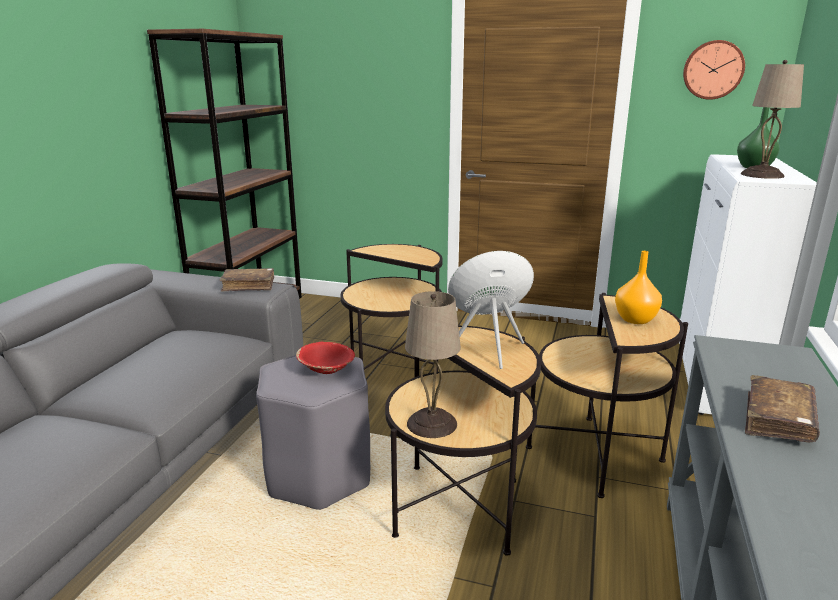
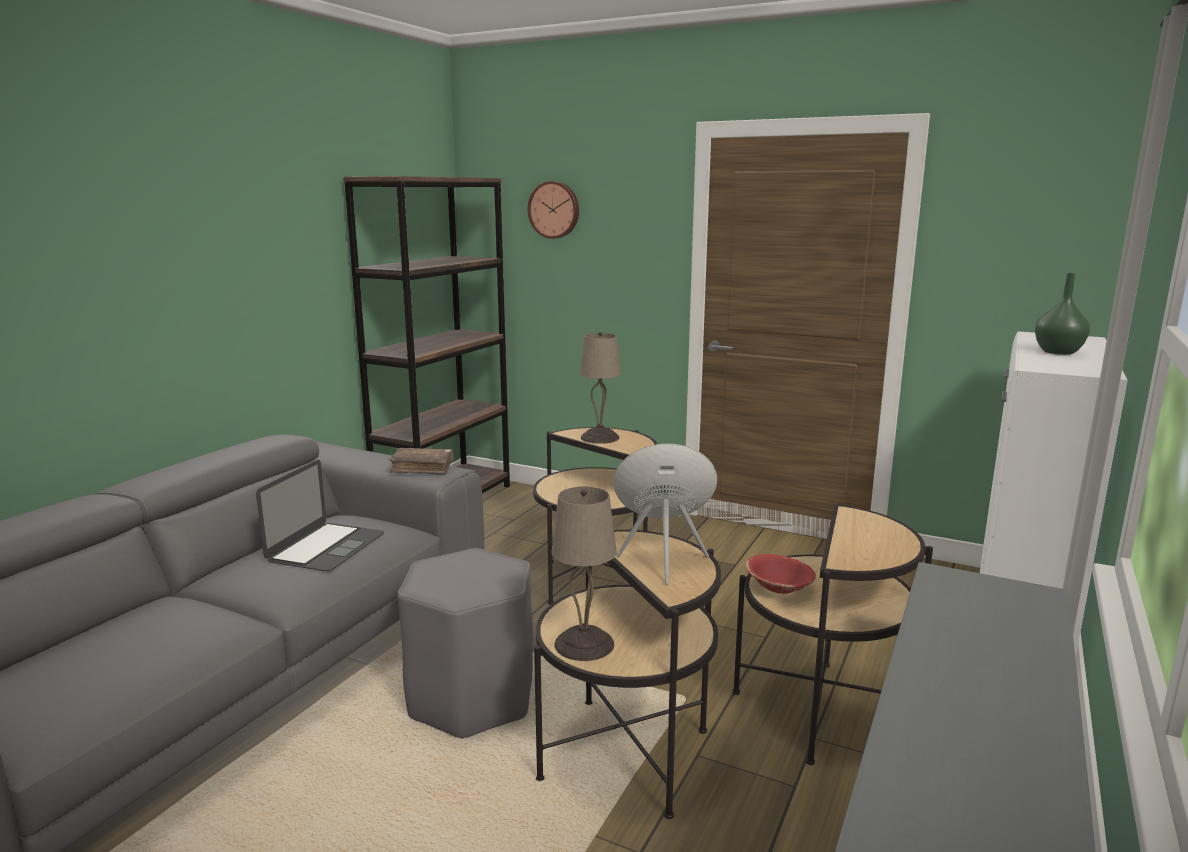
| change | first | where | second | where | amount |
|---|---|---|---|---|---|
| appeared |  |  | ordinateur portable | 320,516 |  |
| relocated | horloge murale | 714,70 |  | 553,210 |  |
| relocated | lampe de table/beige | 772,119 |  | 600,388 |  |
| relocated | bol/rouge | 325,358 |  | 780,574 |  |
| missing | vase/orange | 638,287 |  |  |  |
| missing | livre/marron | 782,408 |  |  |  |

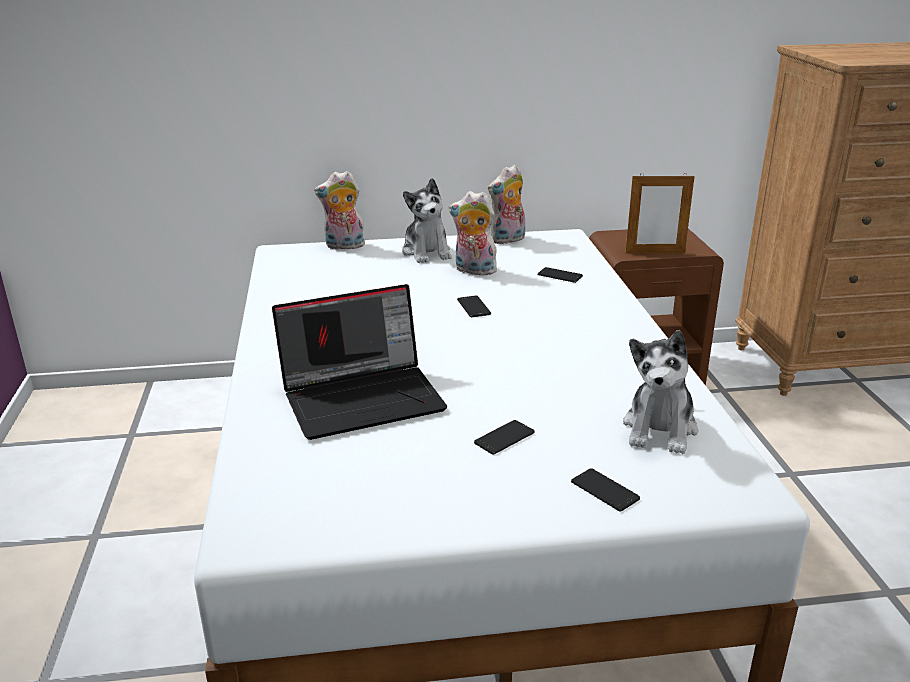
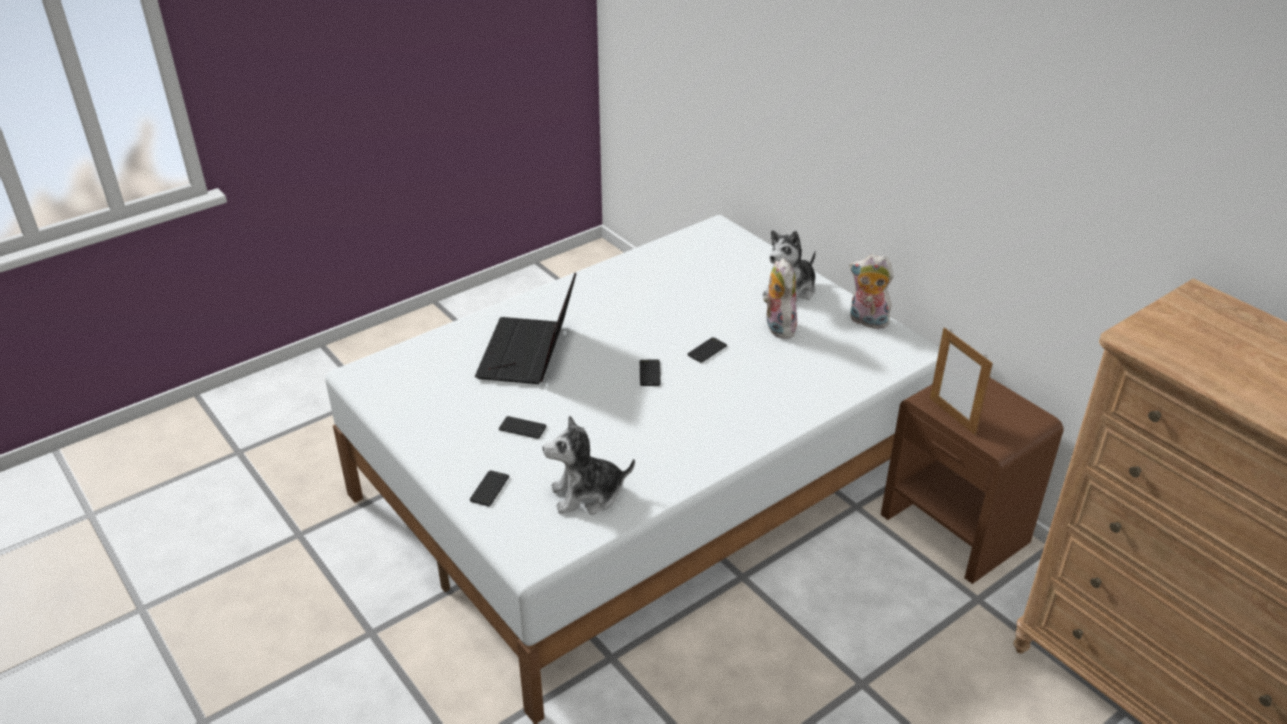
| change | first | where | second | where | amount |
|---|---|---|---|---|---|
| spun | ordinateur portable | 359,362 |  | 526,328 | 60 degrees clockwise |
| relocated | téléphone | 560,275 |  | 650,373 |  |
| missing | peluche | 339,210 |  |  |  |

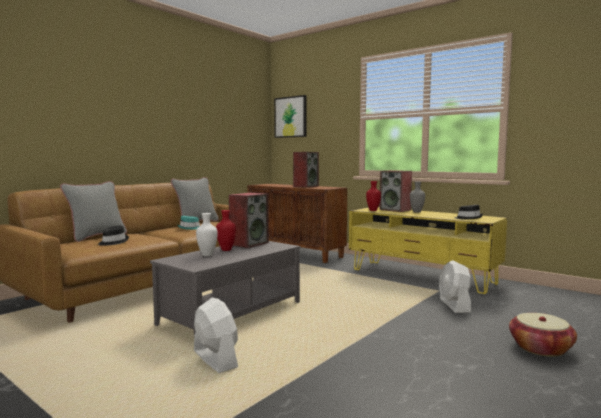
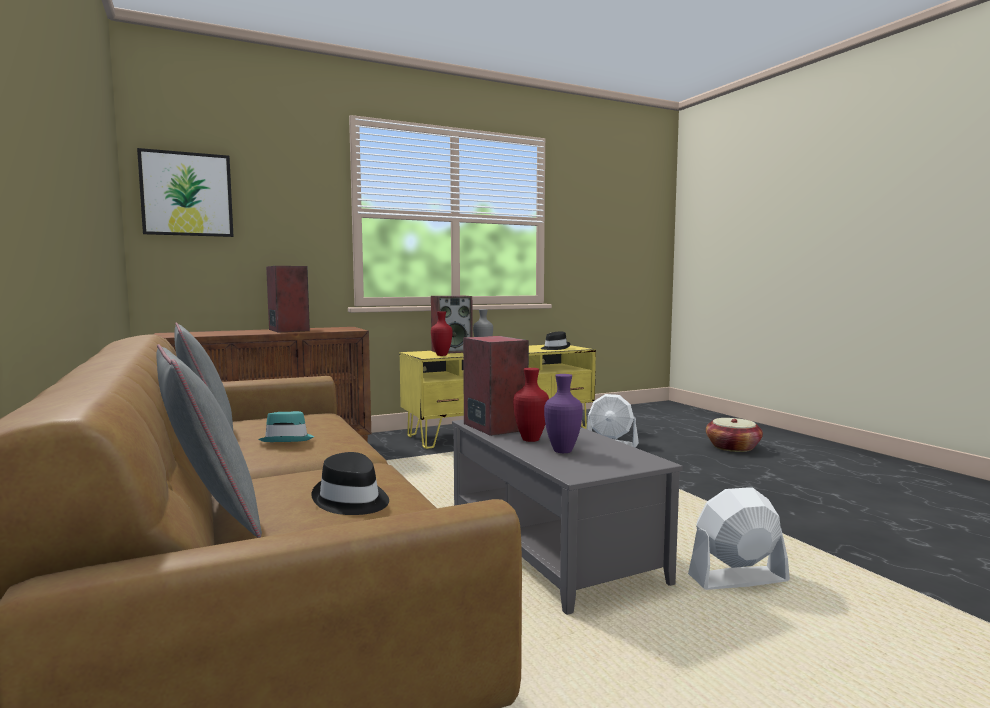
| change | first | where | second | where | amount |
|---|---|---|---|---|---|
| colour | vase/blanc | 207,234 | vase/violet | 563,413 |  |

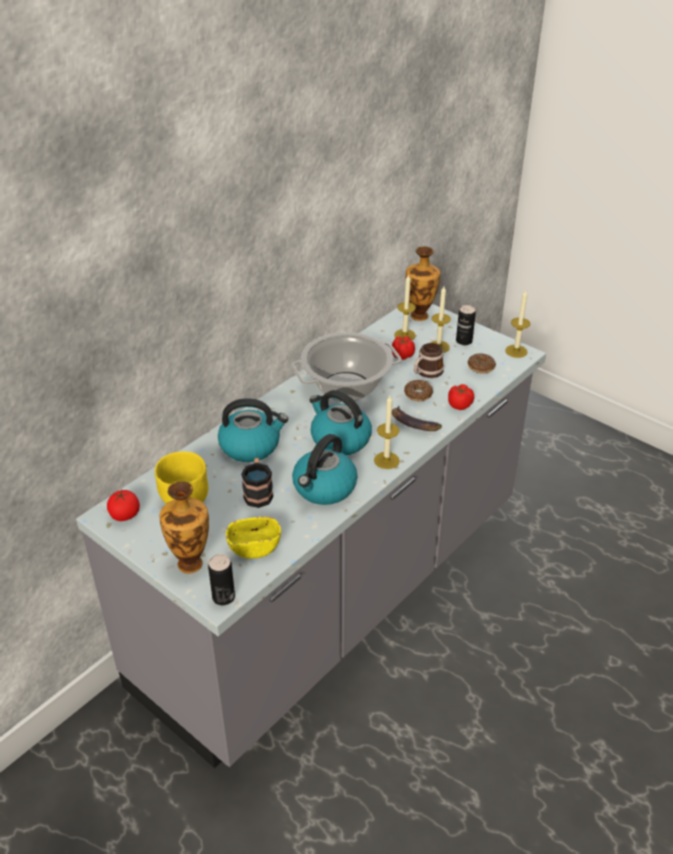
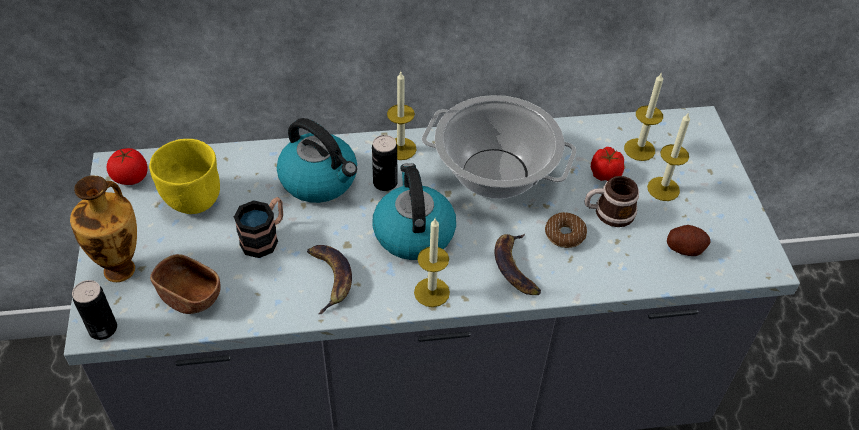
| change | first | where | second | where | amount |
|---|---|---|---|---|---|
| colour | bol/jaune | 253,537 | bol/marron | 185,284 |  |
| exchanged | bouilloire | 325,469 | banane | 329,279 |  |
| relocated | boîte métallique | 466,325 |  | 384,163 |  |
| relocated | bougie | 517,324 |  | 402,116 |  |
| exchanged | beignet | 482,363 | pomme de terre | 689,240 |  |
| missing | vase | 423,283 |  |  |  |
| missing | tomate | 461,397 |  |  |  |

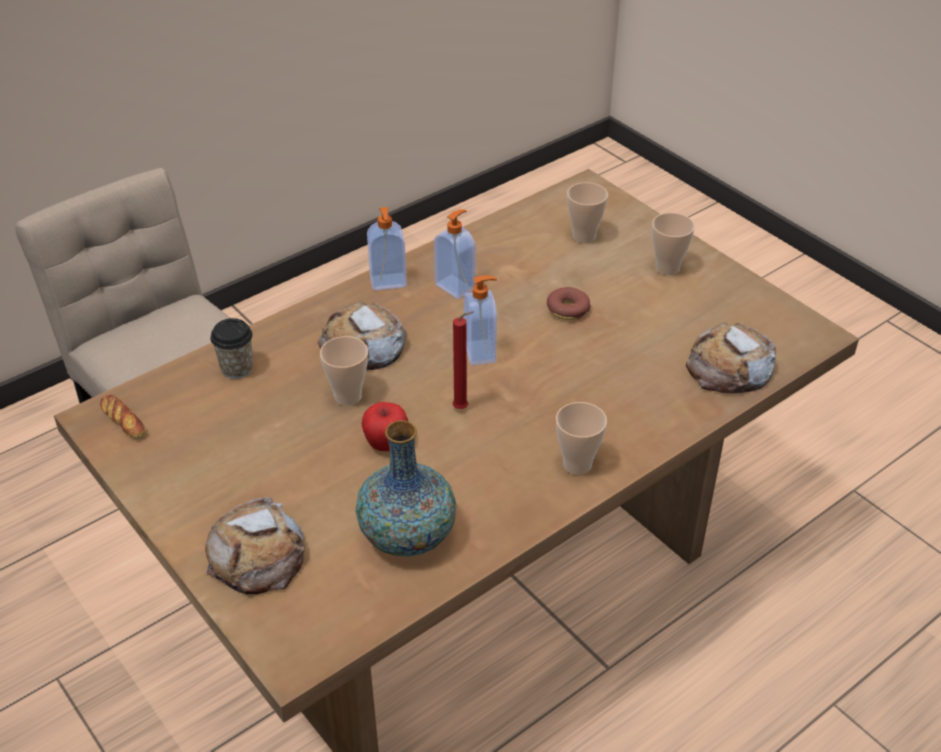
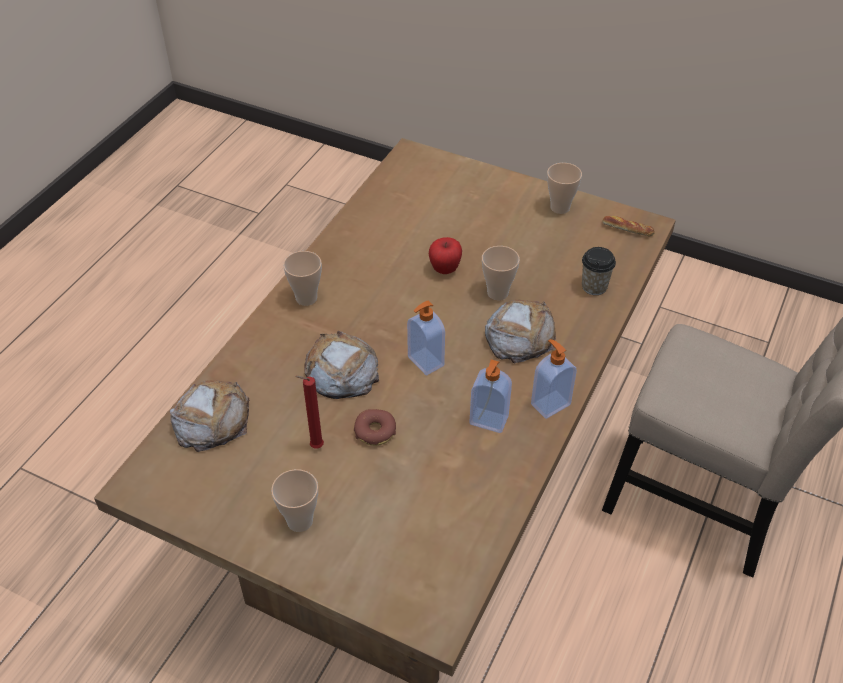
| change | first | where | second | where | amount |
|---|---|---|---|---|---|
| relocated | bougie/rouge | 463,360 |  | 309,412 |  |
| relocated | pain | 255,545 |  | 341,365 |  |
| relocated | tasse | 587,212 |  | 564,188 |  |
| missing | vase | 406,488 |  |  |  |

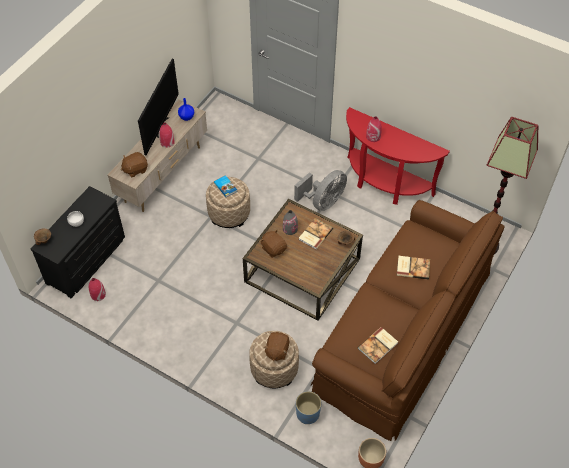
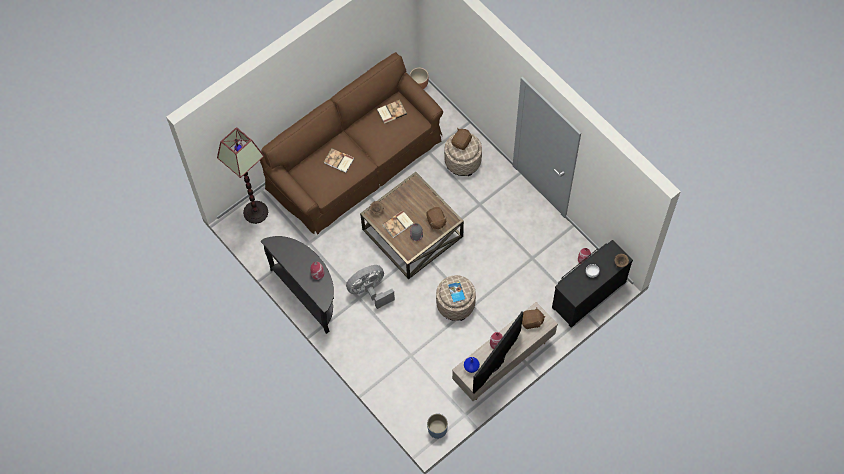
| change | first | where | second | where | amount |
|---|---|---|---|---|---|
| colour | table console/rouge | 398,156 | table console/noir | 297,285 |  |
| relocated | cache-pot/bleu | 308,407 |  | 437,426 |  |

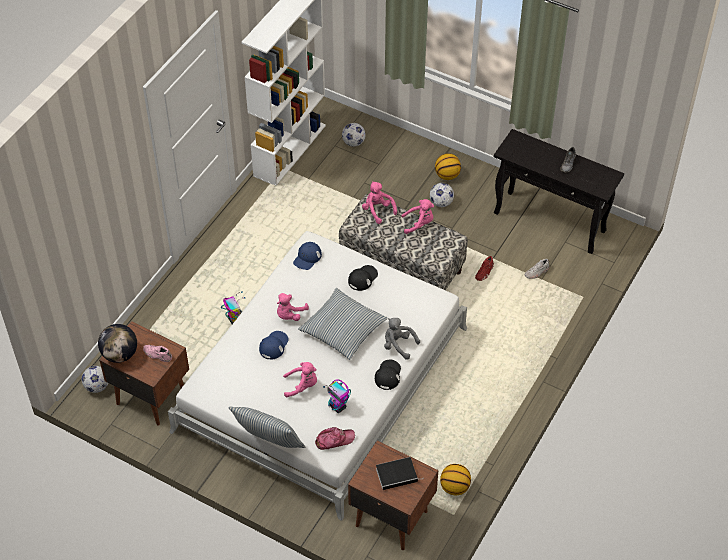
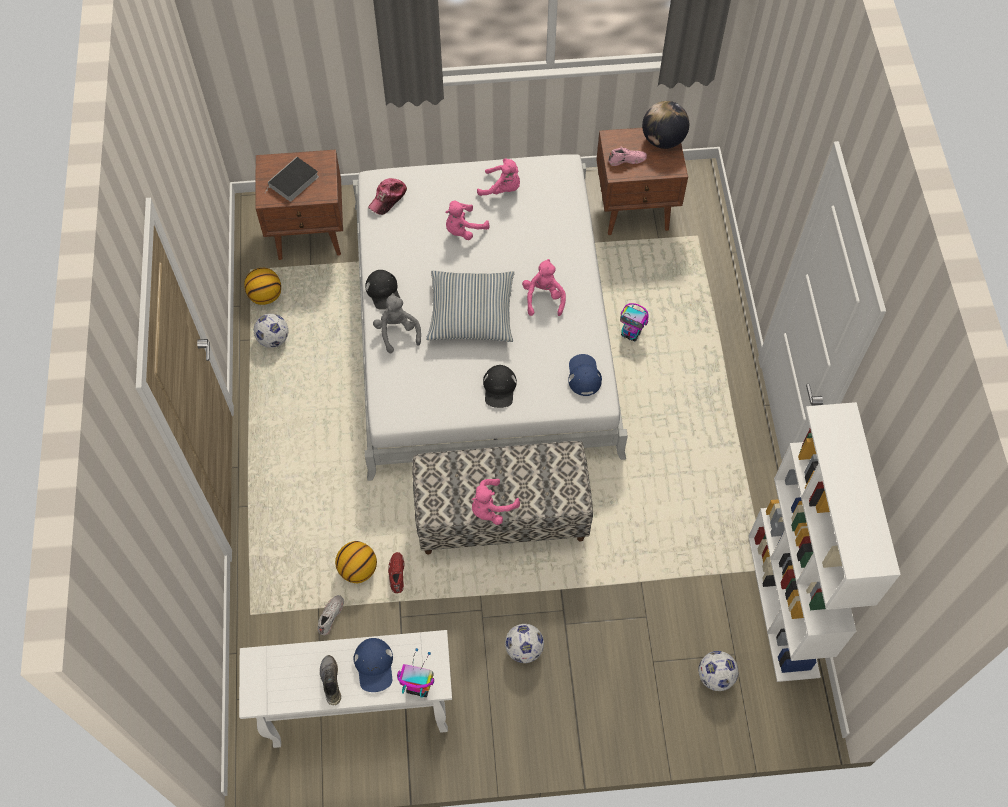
| change | first | where | second | where | amount |
|---|---|---|---|---|---|
| colour | table console/noir | 559,191 | table console/blanc | 345,689 |  |
| relocated | ballon de foot | 95,379 |  | 271,331 |  |
| relocated | ballon de basket | 448,166 |  | 356,562 |  |
| relocated | casquette/bleu | 274,345 |  | 373,665 |  |
| spun | peluche/gris | 402,339 |  | 397,323 | 105 degrees counterclockwise |
| relocated | robot jouet | 337,396 |  | 415,673 |  |
| relocated | peluche/rose | 379,202 |  | 498,177 |  |
| missing | coussin | 266,427 |  |  |  |

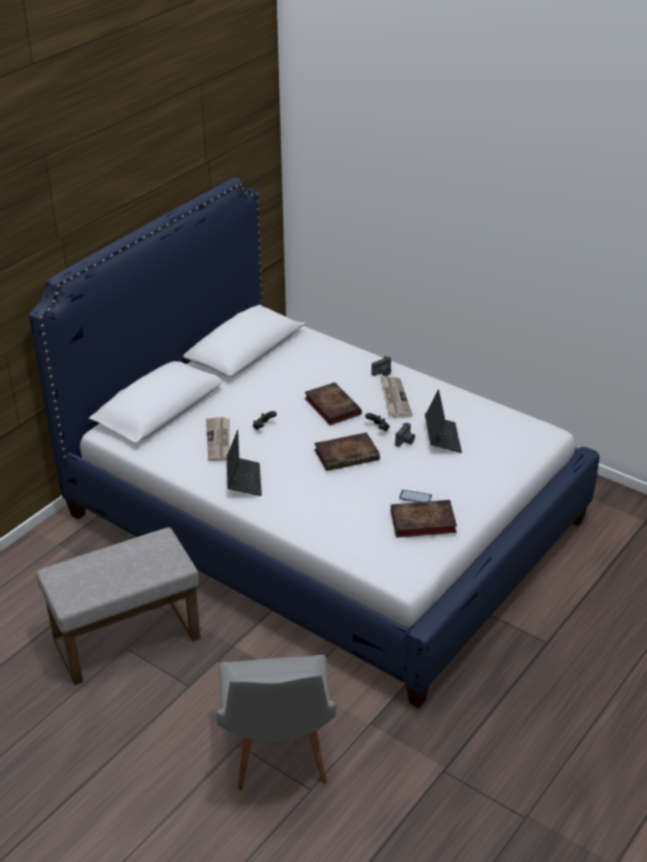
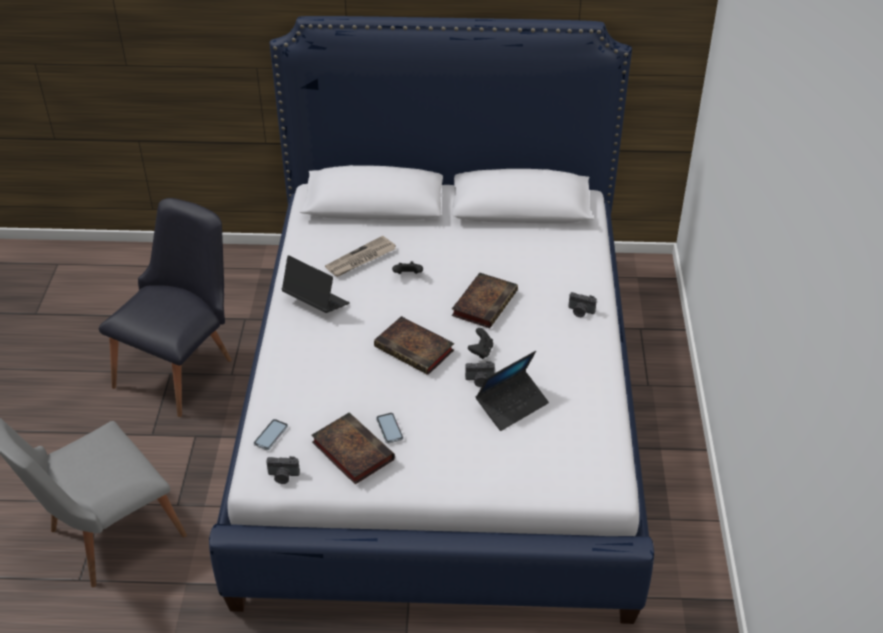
| change | first | where | second | where | amount |
|---|---|---|---|---|---|
| exchanged | pouf/gris | 119,606 | chaise/noir | 165,307 |  |
| appeared |  |  | téléphone | 271,434 |  |
| appeared |  |  | appareil photo | 283,470 |  |
| spun | ordinateur portable | 244,463 |  | 315,284 | 105 degrees counterclockwise |
| missing | journal | 397,397 |  |  |  |

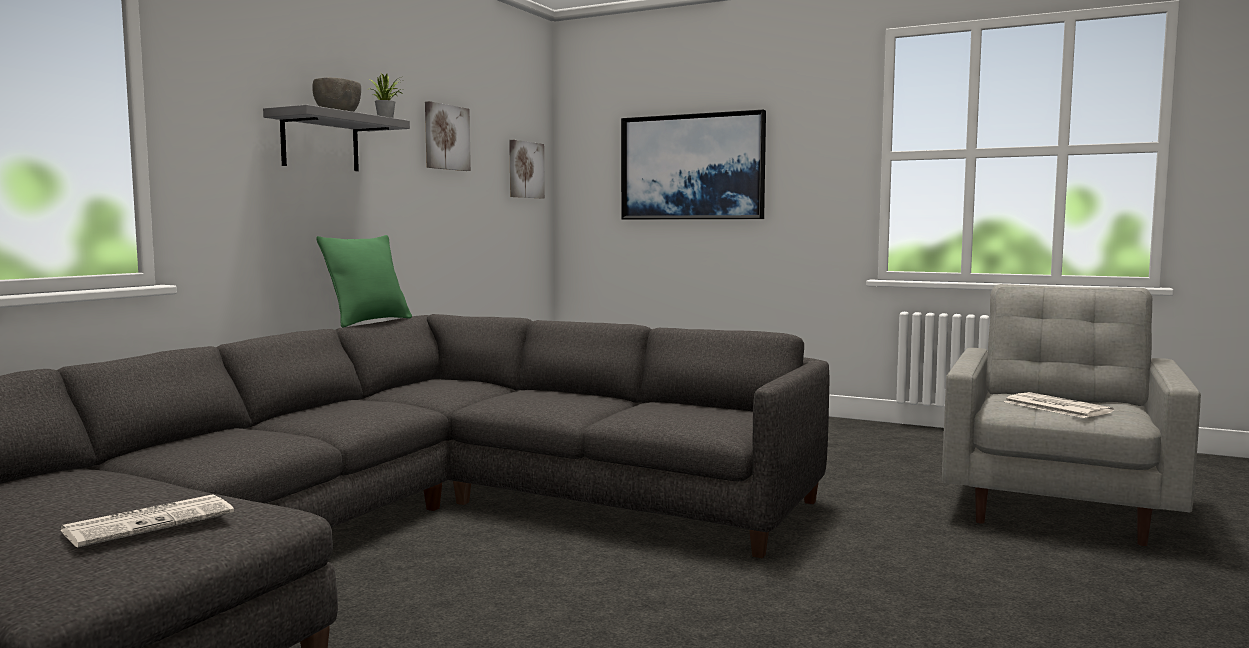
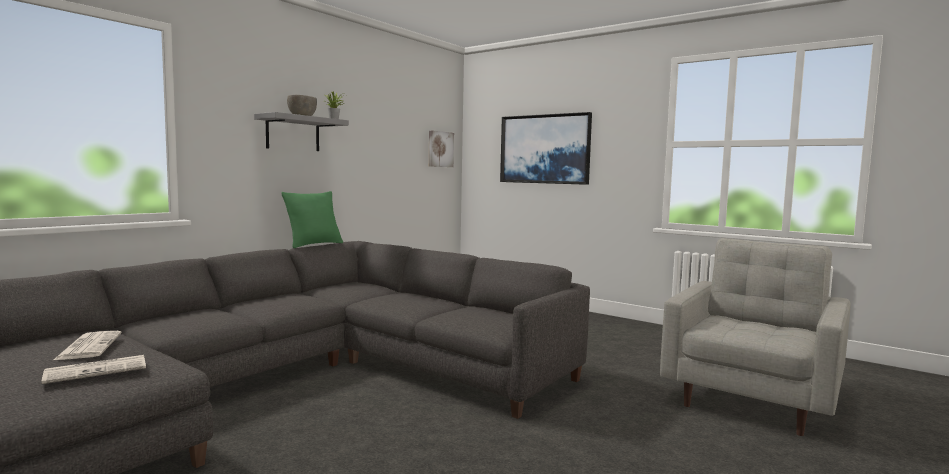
| change | first | where | second | where | amount |
|---|---|---|---|---|---|
| relocated | journal | 1059,405 |  | 86,346 |  |
| missing | tableau | 448,136 |  |  |  |

